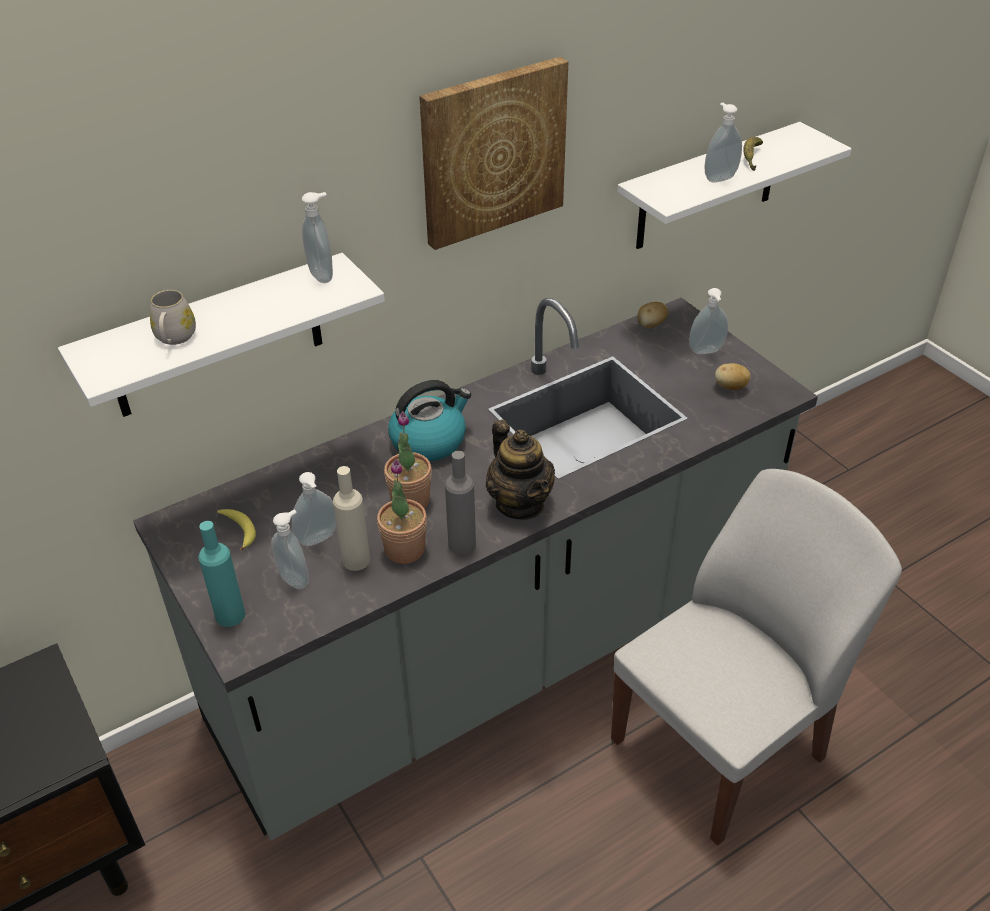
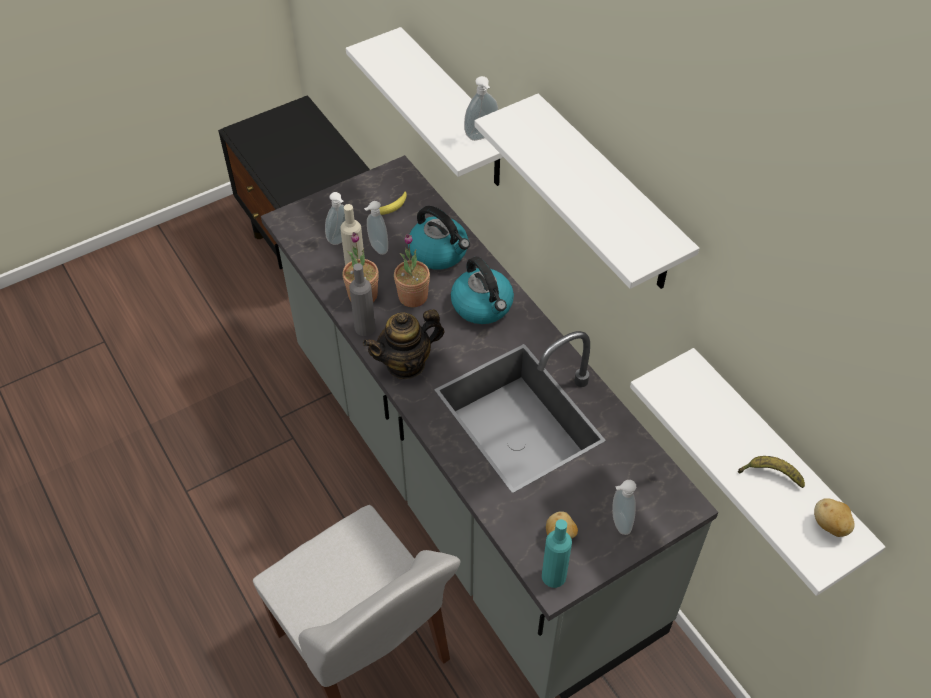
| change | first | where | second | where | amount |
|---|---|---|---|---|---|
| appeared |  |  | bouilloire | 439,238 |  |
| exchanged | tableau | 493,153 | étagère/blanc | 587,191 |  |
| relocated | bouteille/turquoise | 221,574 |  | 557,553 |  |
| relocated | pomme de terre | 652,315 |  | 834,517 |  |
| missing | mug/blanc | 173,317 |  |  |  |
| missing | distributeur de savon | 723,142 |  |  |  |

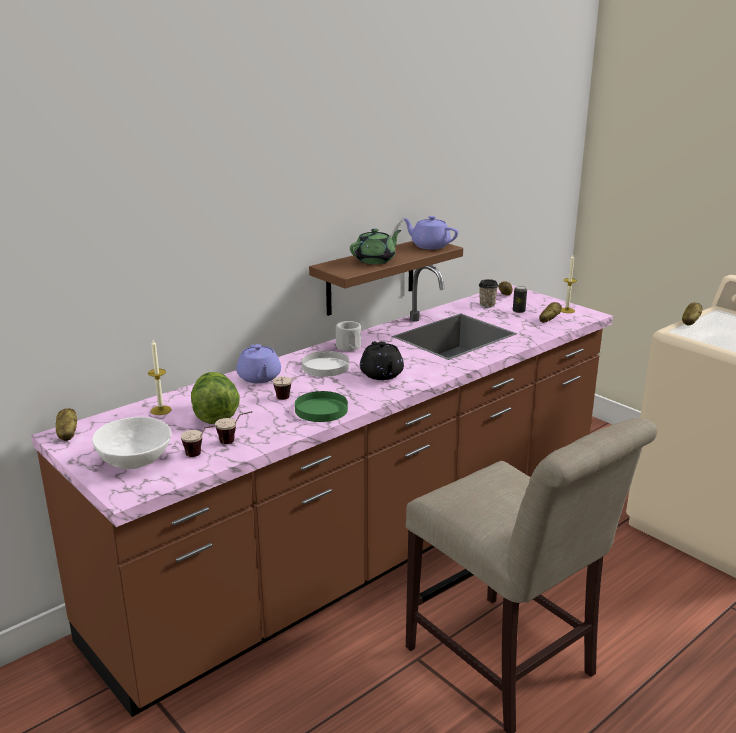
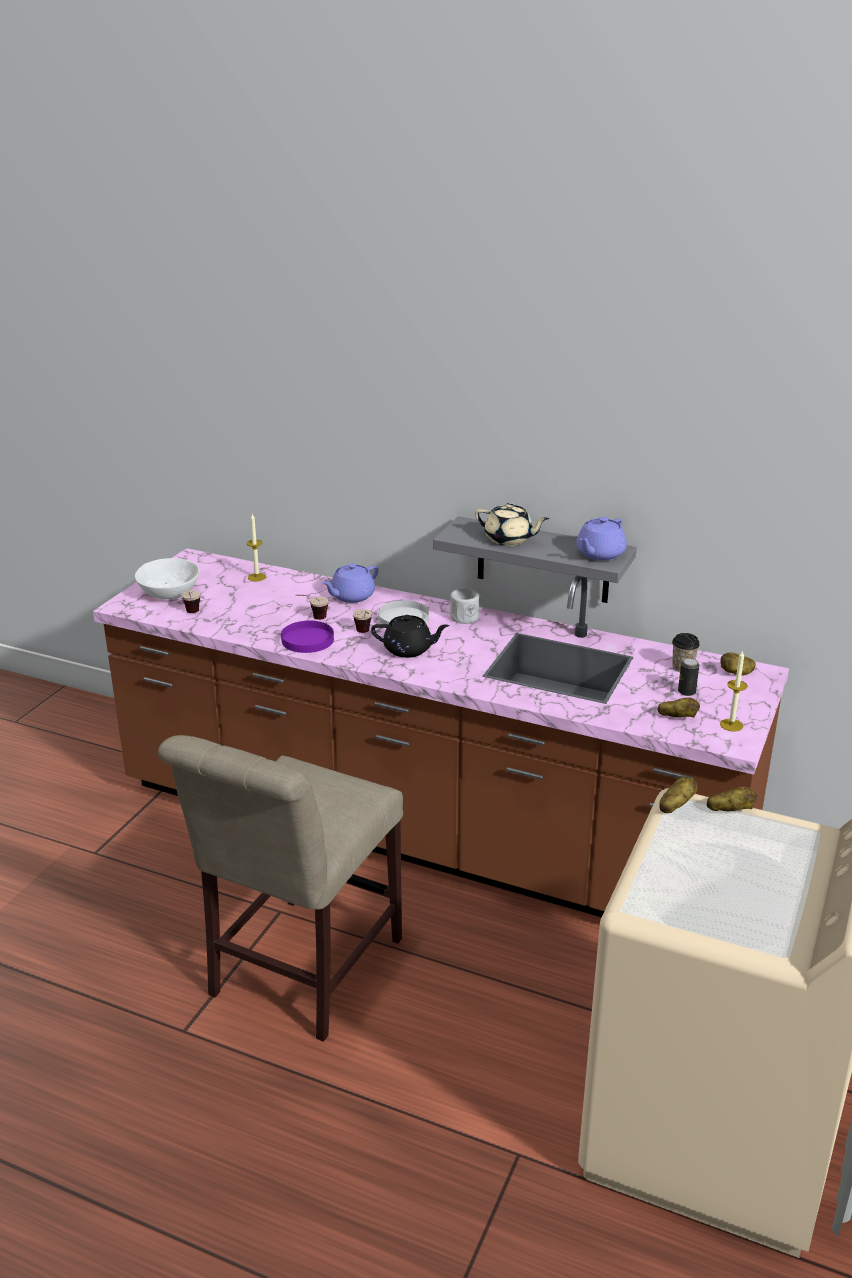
| change | first | where | second | where | amount |
|---|---|---|---|---|---|
| colour | assiette/vert | 321,406 | assiette/violet | 307,637 |  |
| relocated | tasse | 233,427 |  | 362,621 |  |
| spun | théière/noir | 382,360 |  | 410,636 | 135 degrees counterclockwise |
| colour | étagère/marron | 386,278 | étagère/gris | 535,559 |  |
| colour | théière/vert | 375,246 | théière/beige | 512,524 |  |
| spun | théière/violet | 430,232 |  | 601,539 | 150 degrees counterclockwise |
| relocated | pomme de terre | 66,424 |  | 678,794 |  |
| missing | laitue | 215,398 |  |  |  |

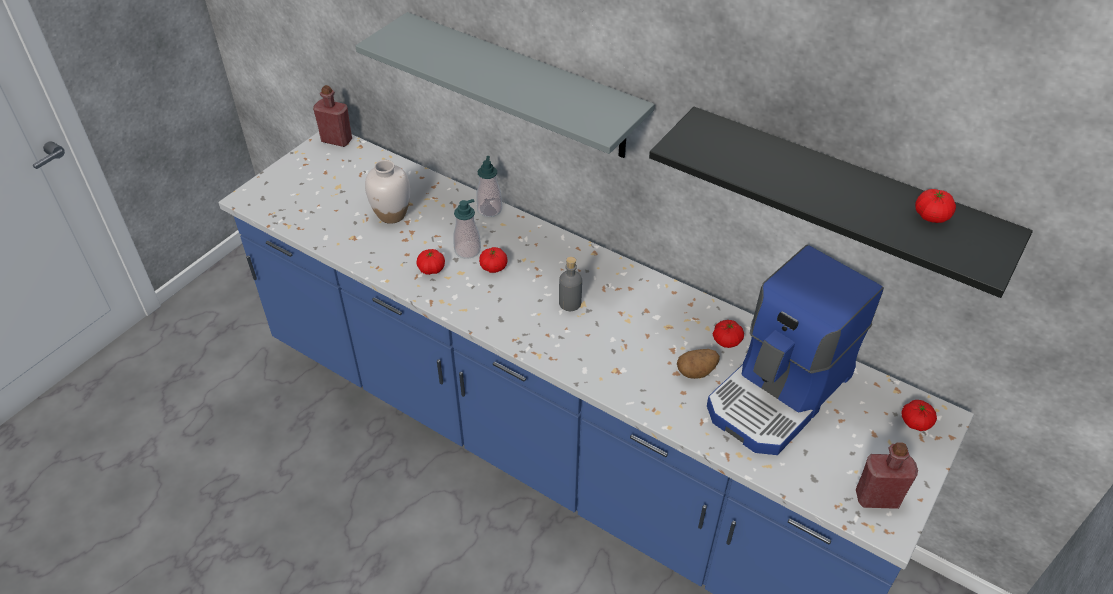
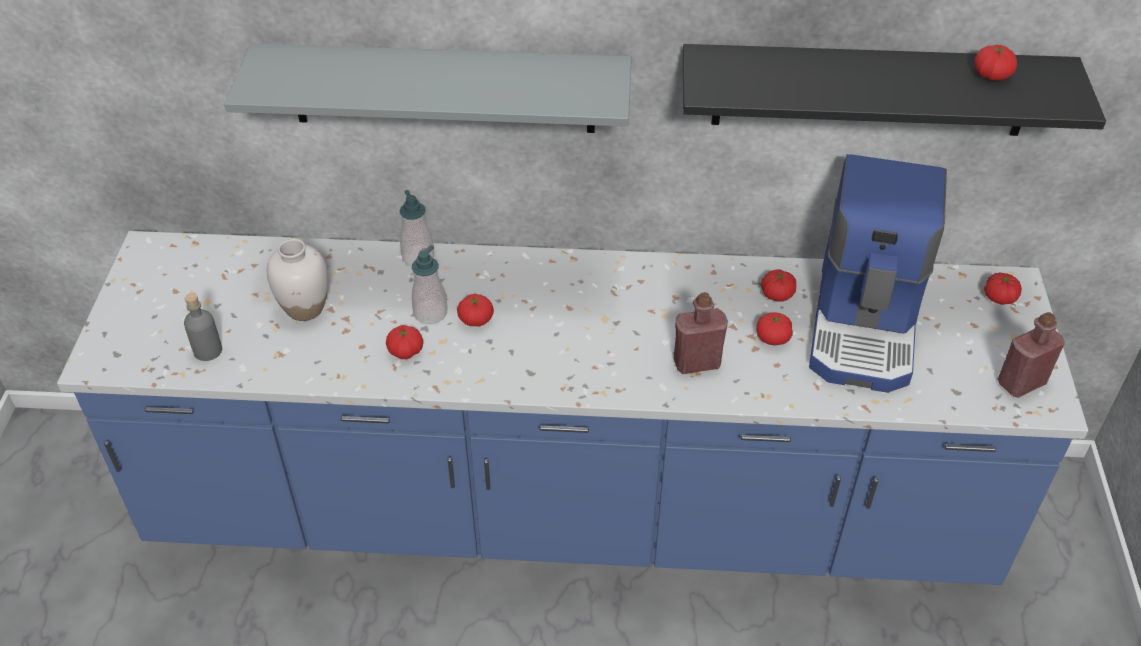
| change | first | where | second | where | amount |
|---|---|---|---|---|---|
| relocated | bouteille/gris | 570,284 |  | 203,327 |  |
| relocated | bouteille/rouge | 332,116 |  | 700,333 |  |
| exchanged | pomme de terre | 698,364 | tomate | 774,329 |  |

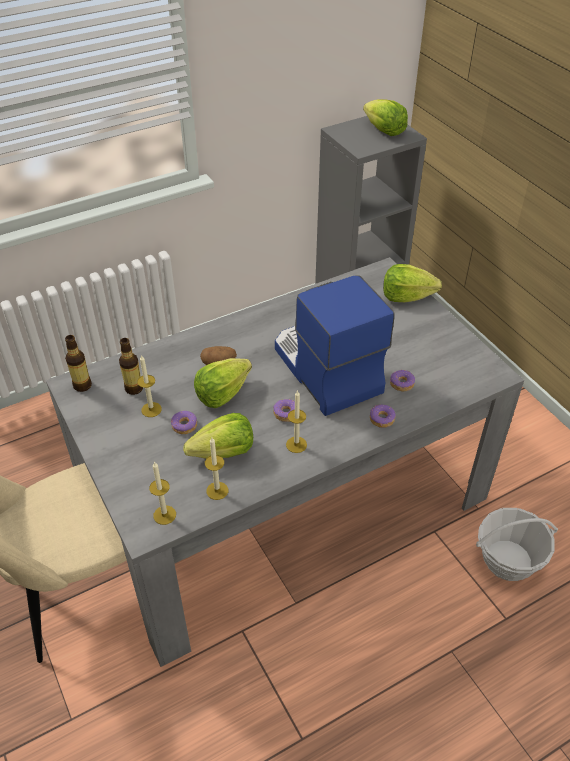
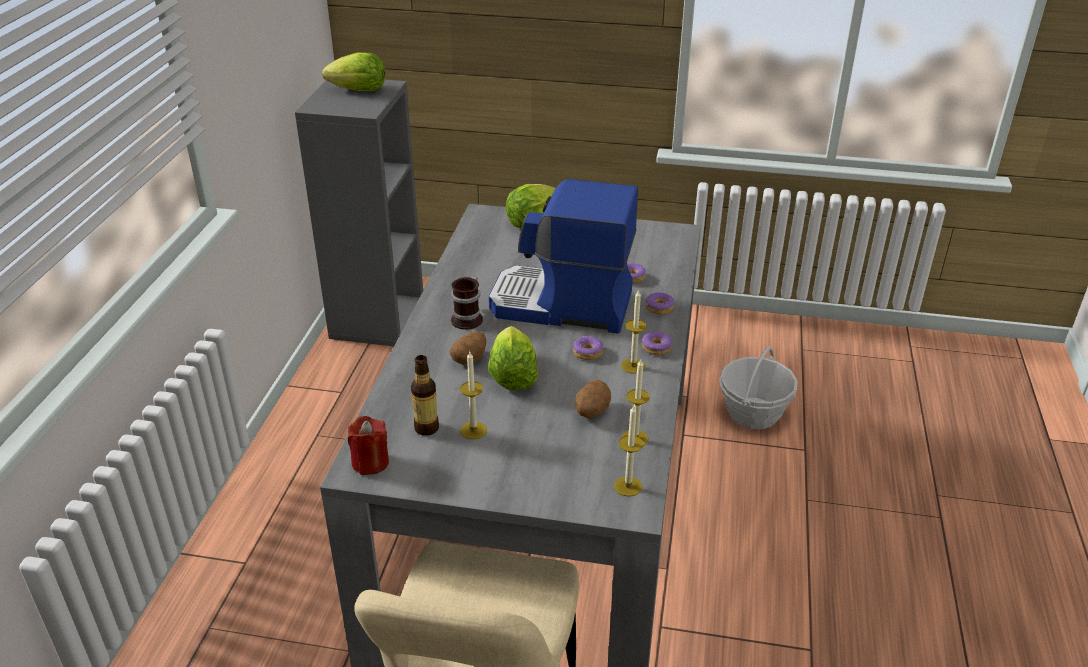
| change | first | where | second | where | amount |
|---|---|---|---|---|---|
| exchanged | bouteille | 78,363 | bougie/rouge | 368,445 |  |
| appeared |  |  | mug | 467,303 |  |
| exchanged | laitue | 218,436 | pomme de terre | 593,399 |  |
| relocated | beignet | 184,422 |  | 657,343 |  |

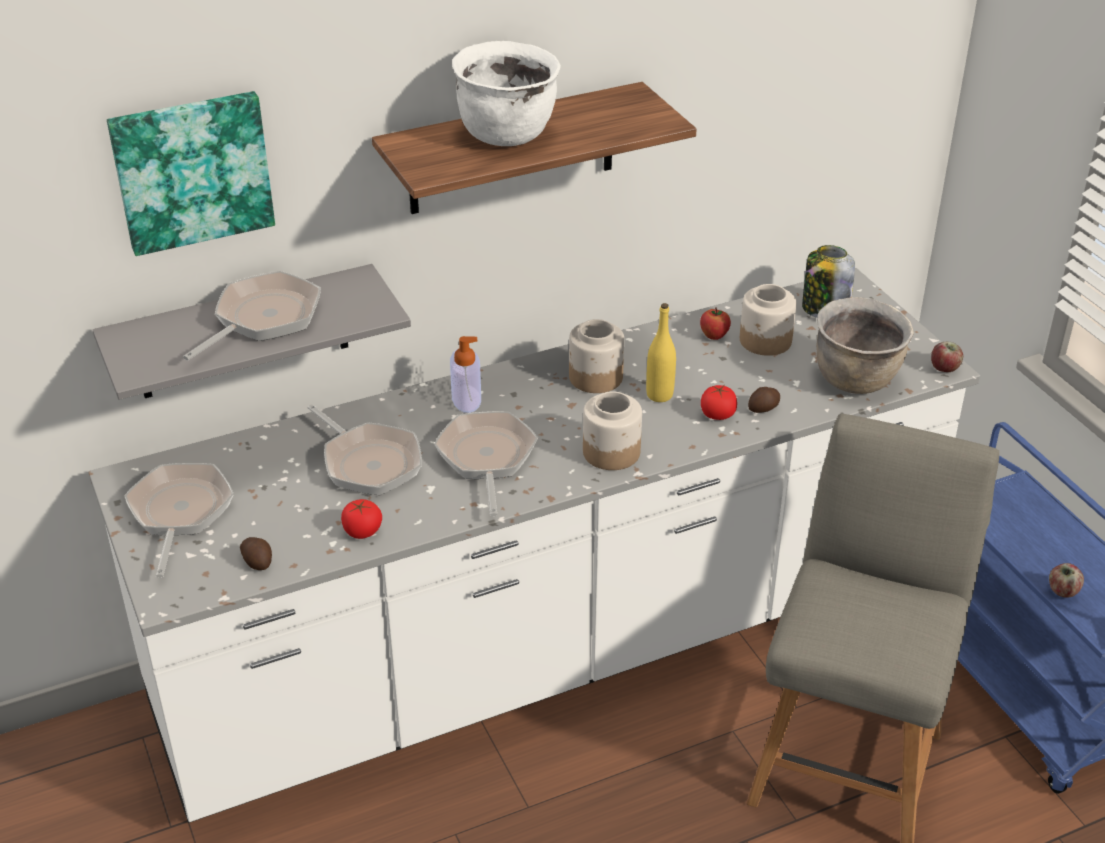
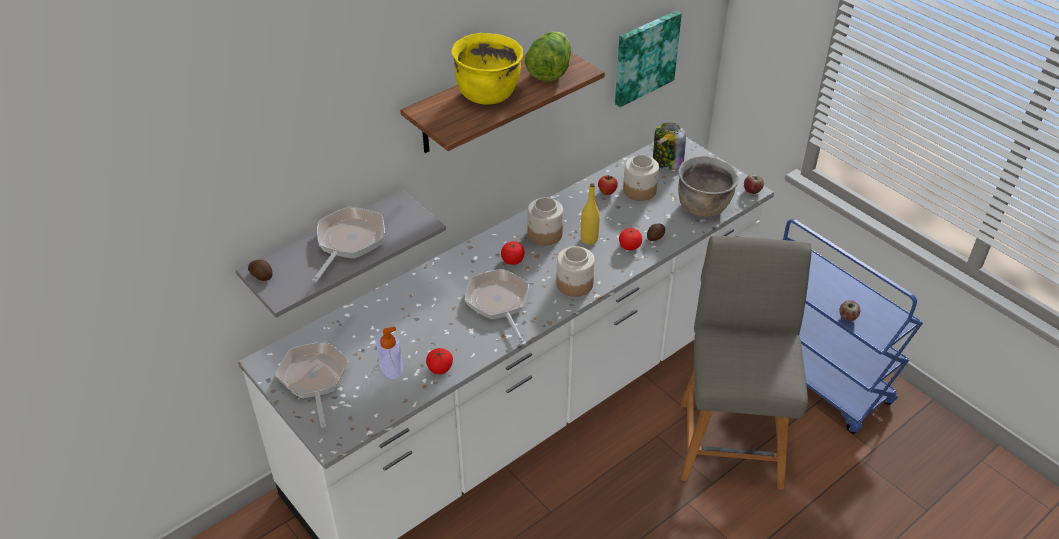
| change | first | where | second | where | amount |
|---|---|---|---|---|---|
| relocated | pomme de terre | 256,553 |  | 260,270 |  |
| relocated | distributeur de savon | 465,374 |  | 389,353 |  |
| colour | marmite/blanc | 506,93 | marmite/jaune | 487,69 |  |
| appeared |  |  | tomate | 513,253 |  |
| appeared |  |  | laitue | 548,57 |  |
| relocated | tableau | 191,173 |  | 648,59 |  |
| missing | poêle | 365,449 |  |  |  |

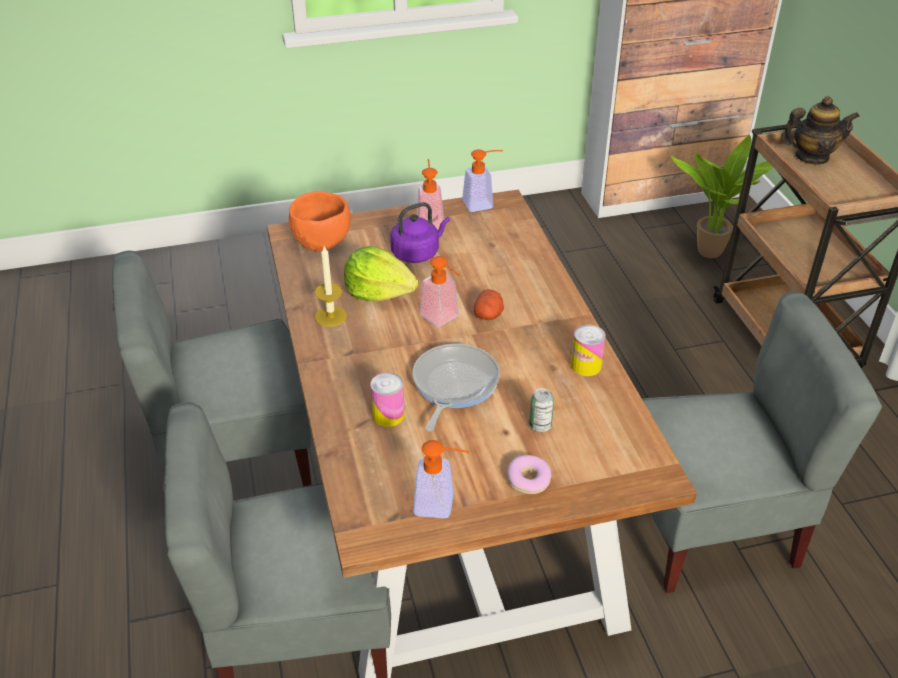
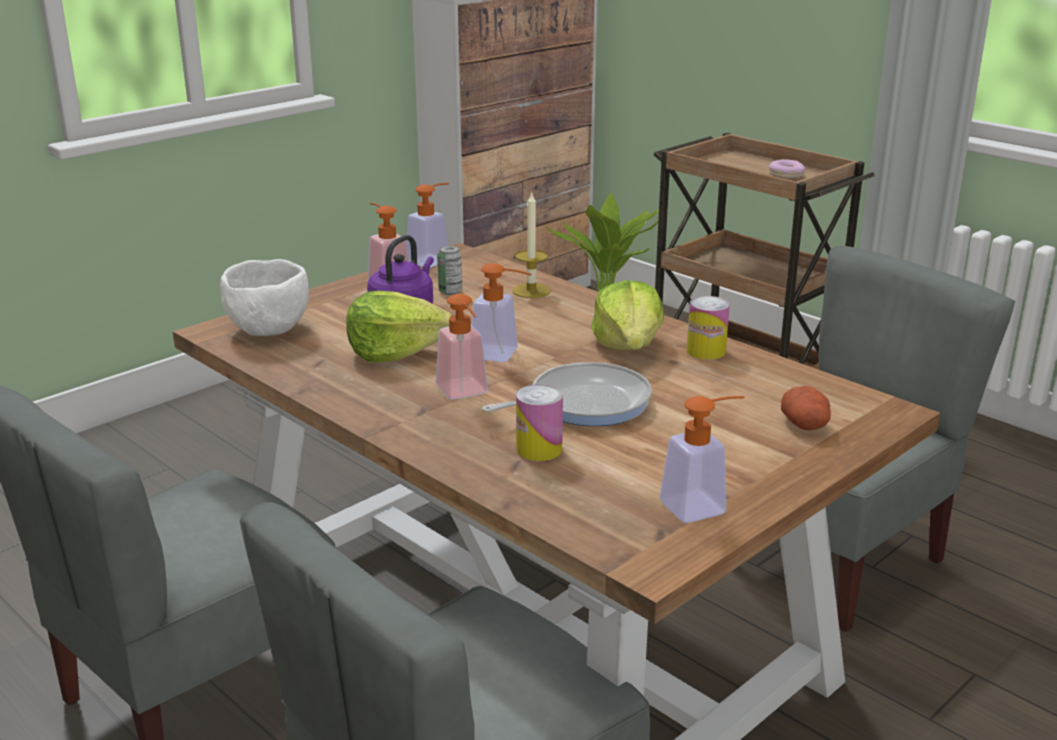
| change | first | where | second | where | amount |
|---|---|---|---|---|---|
| colour | bol/orange | 320,221 | bol/blanc | 264,297 |  |
| appeared |  |  | distributeur de savon | 462,346 |  |
| relocated | boîte métallique | 541,410 |  | 449,270 |  |
| spun | poêle | 456,388 |  | 567,394 | 75 degrees clockwise |
| relocated | bougie | 331,286 |  | 531,244 |  |
| appeared |  |  | laitue | 627,315 |  |
| relocated | beignet | 529,474 |  | 787,169 |  |
| relocated | pomme de terre | 489,304 |  | 806,408 |  |
| missing | théière | 820,130 |  |  |  |

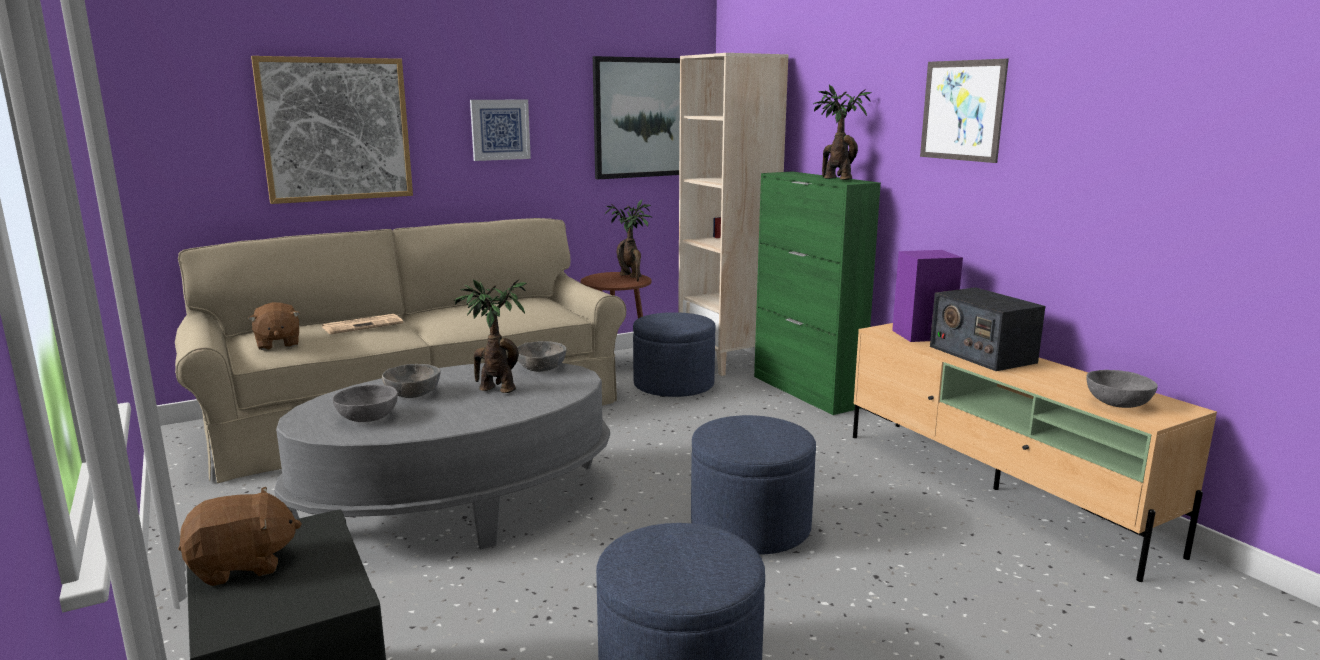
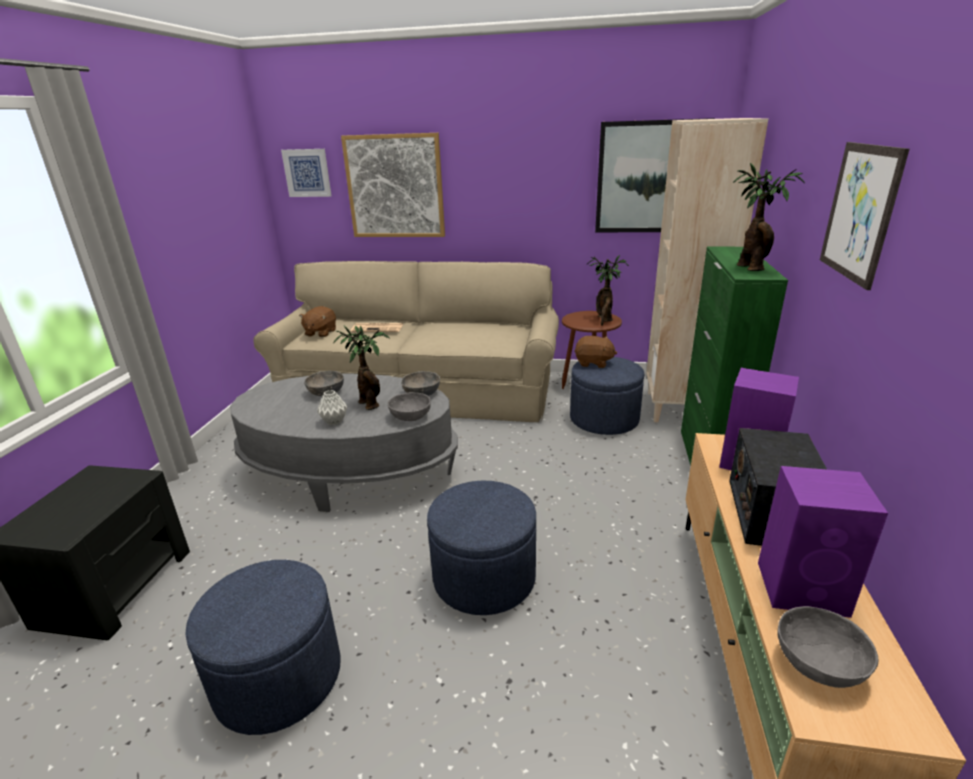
| change | first | where | second | where | amount |
|---|---|---|---|---|---|
| relocated | tableau | 500,130 |  | 306,173 |  |
| appeared |  |  | vase/gris | 332,407 |  |
| relocated | bol/gris | 365,403 |  | 409,406 |  |
| relocated | peluche/marron | 240,536 |  | 595,352 |  |
| appeared |  |  | enceinte/violet | 823,542 |  |

